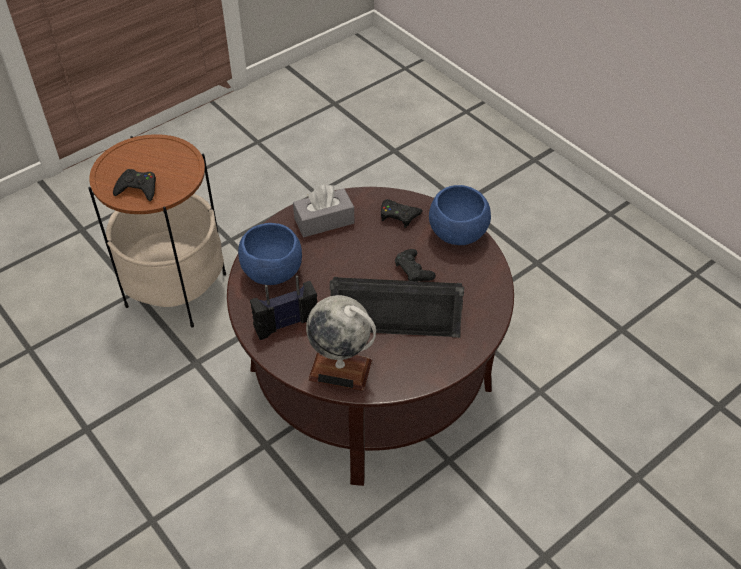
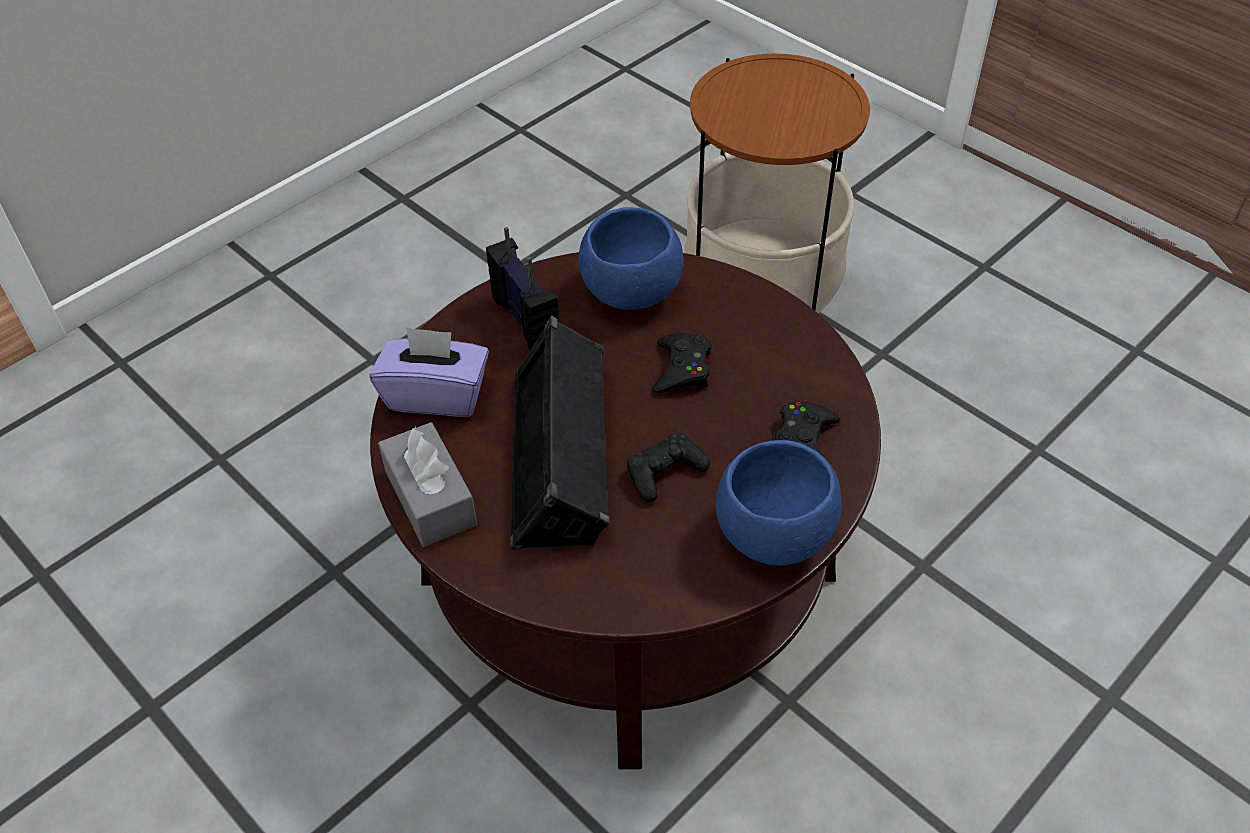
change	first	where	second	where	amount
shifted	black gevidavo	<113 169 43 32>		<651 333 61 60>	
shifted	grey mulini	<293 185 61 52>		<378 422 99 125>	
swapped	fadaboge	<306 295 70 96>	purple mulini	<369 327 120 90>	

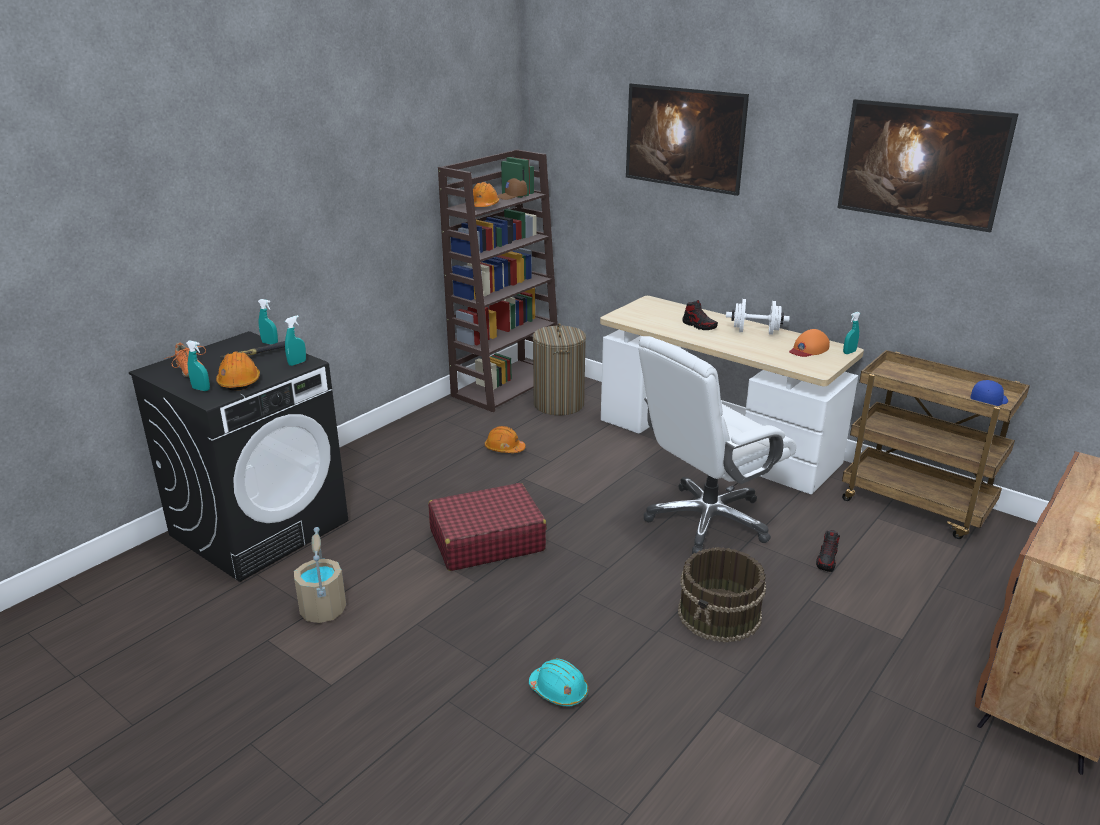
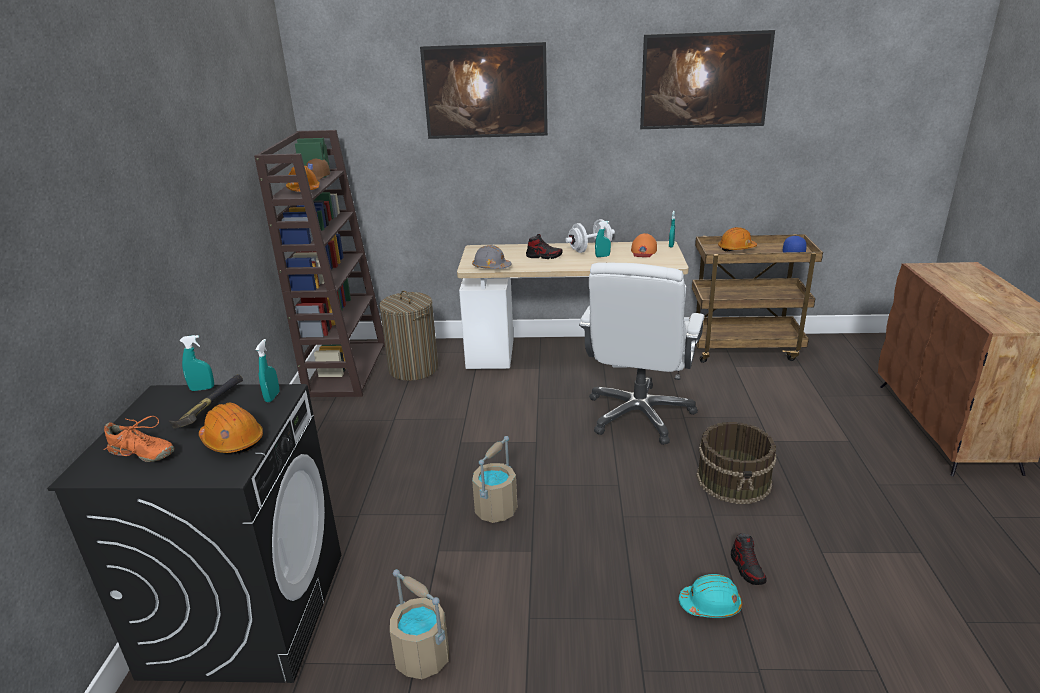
change	first	where	second	where	amount
new			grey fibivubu	<472 245 39 24>	
shifted	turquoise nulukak	<186 340 24 51>		<595 221 16 36>	
shifted	orange fibivubu	<485 426 41 27>		<718 227 39 25>	
shifted	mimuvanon	<816 530 24 42>		<731 533 36 52>	
swapped	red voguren	<428 483 119 88>	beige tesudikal	<472 436 45 87>	

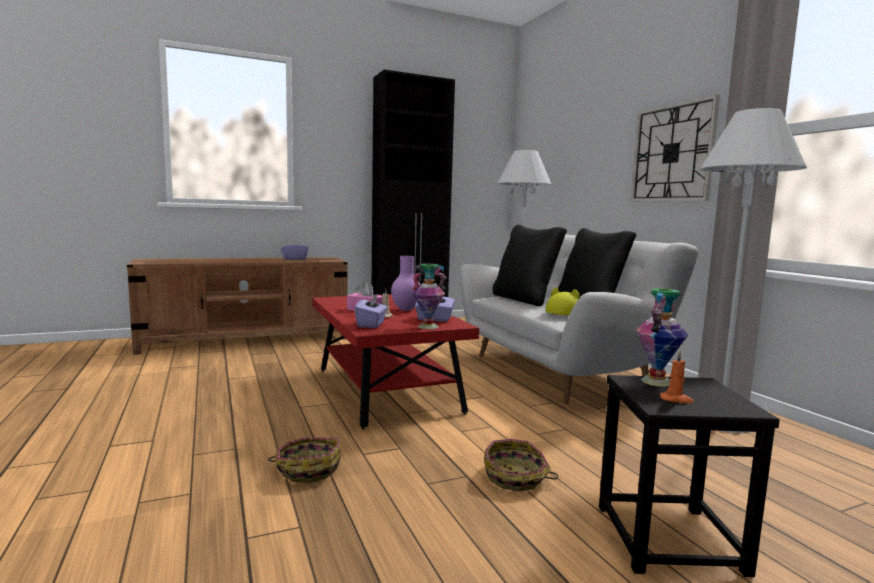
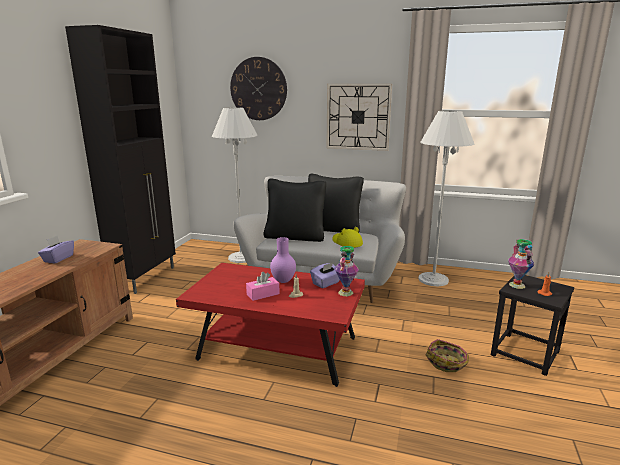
change	first	where	second	where	amount
gone	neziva	<268 437 73 46>			
gone	purple mulini	<355 294 32 34>			
new			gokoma	<230 57 57 63>	

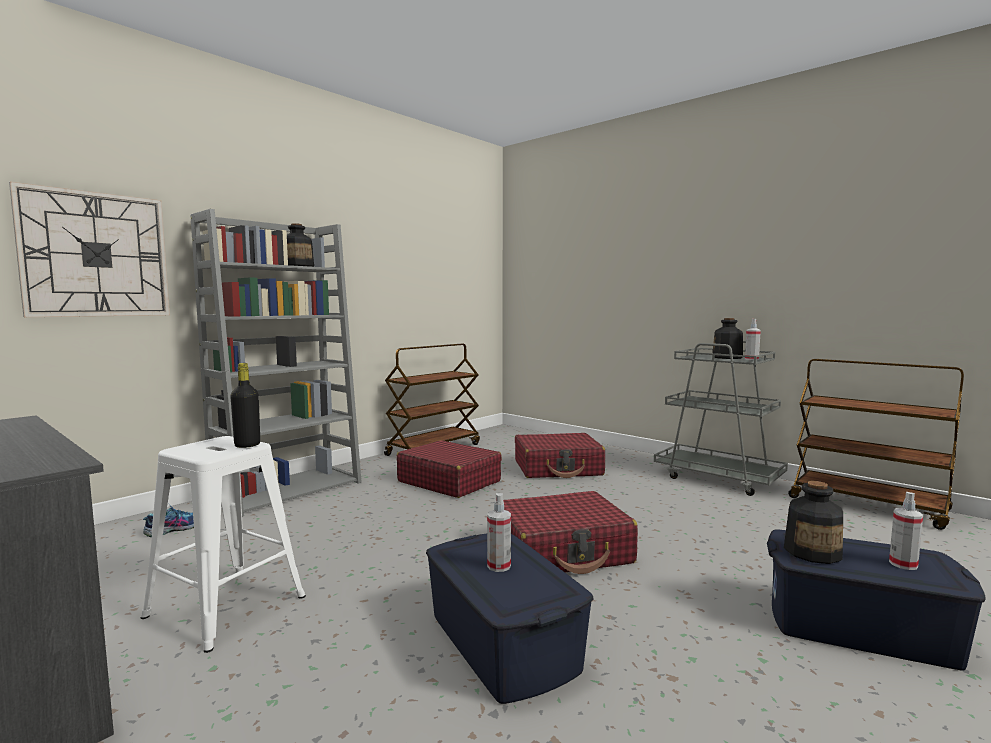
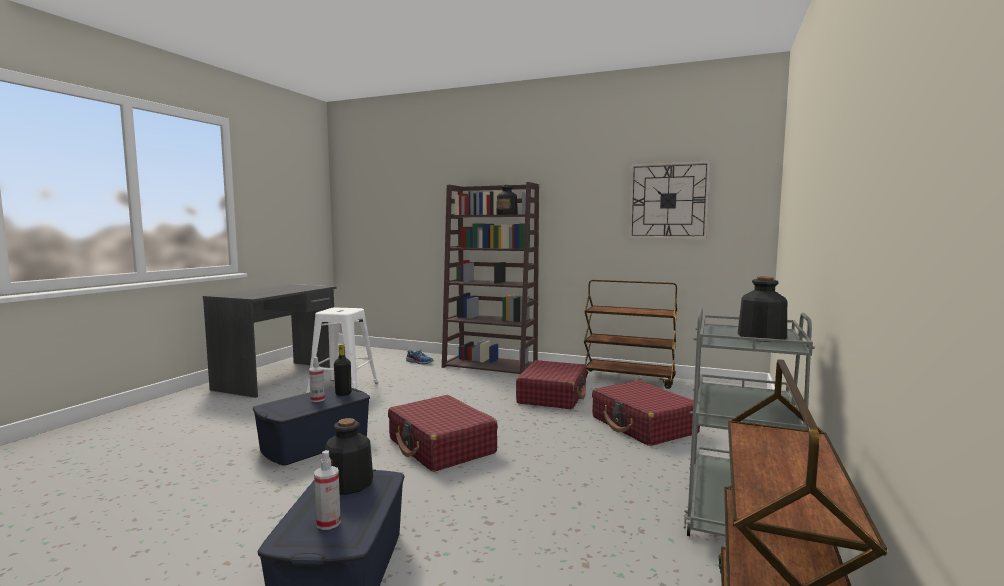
change	first	where	second	where	amount
gone	nulukak	<745 319 16 41>			
shifted	gokoma	<9 182 161 135>		<629 161 81 78>	
shifted	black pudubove	<230 363 30 85>		<334 344 17 52>	
repainted	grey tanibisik	<190 209 172 308>	brown tanibisik	<442 182 97 192>	

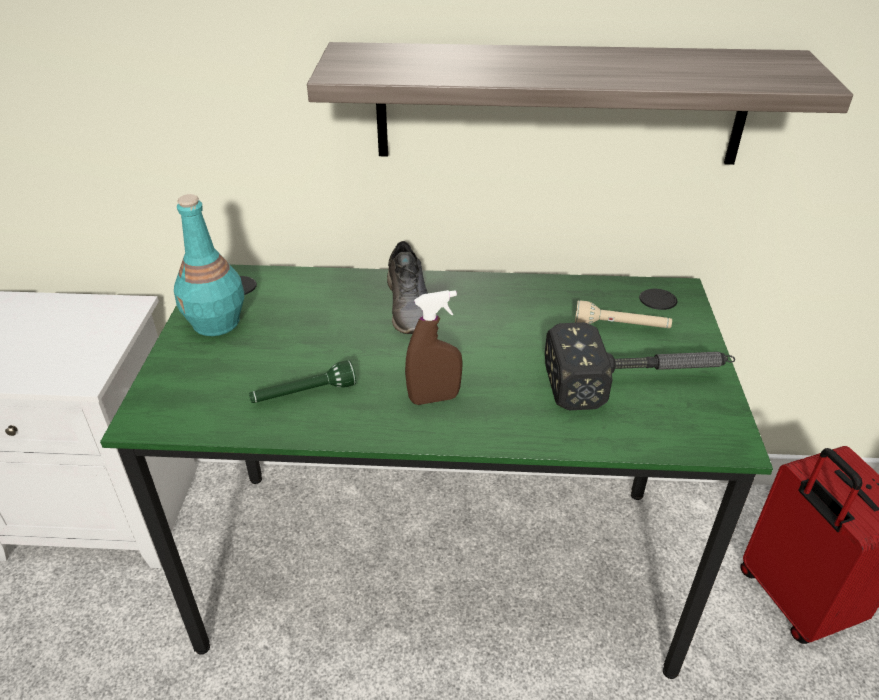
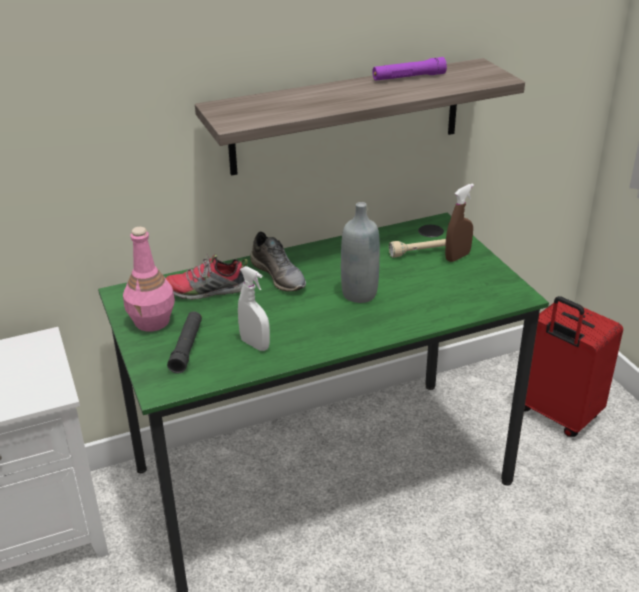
change	first	where	second	where	amount
gone	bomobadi	<545 322 190 88>			
new			mimuvanon	<166 253 82 47>	
new			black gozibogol	<167 311 35 62>	
new			grey pudubove	<341 202 39 101>	
new			purple gozibogol	<372 57 75 24>	
shifted	brown nulukak	<405 290 58 115>		<445 183 29 79>	
swapped	green gozibogol	<249 360 107 43>	white nulukak	<238 266 32 85>	
repainted	turquoise pudubove	<174 194 70 142>	pink pudubove	<123 227 52 105>	

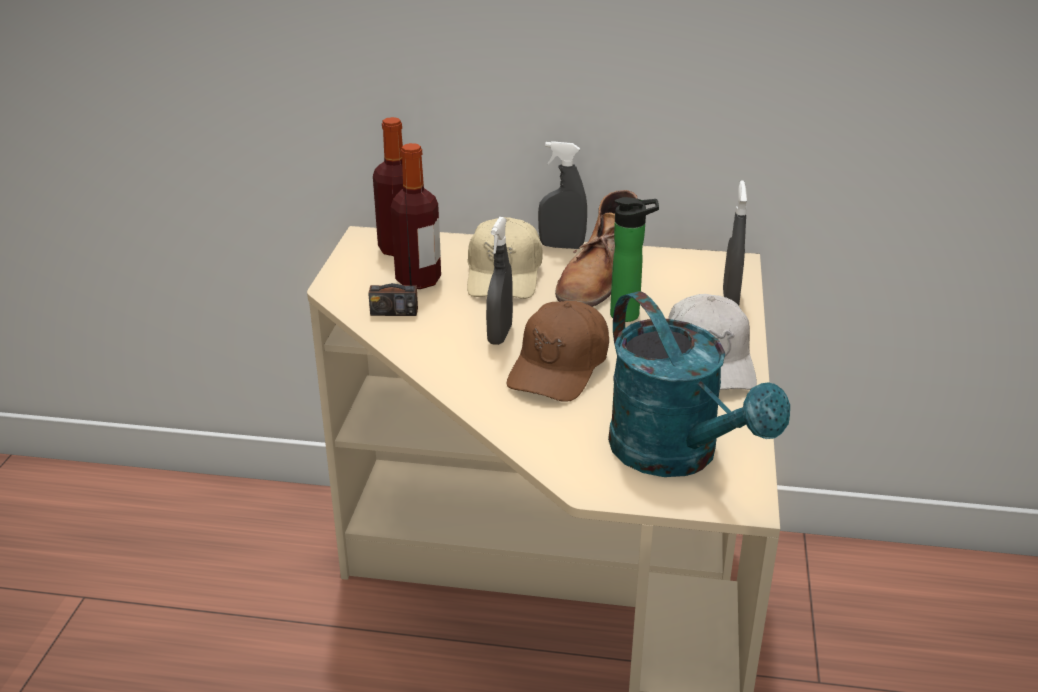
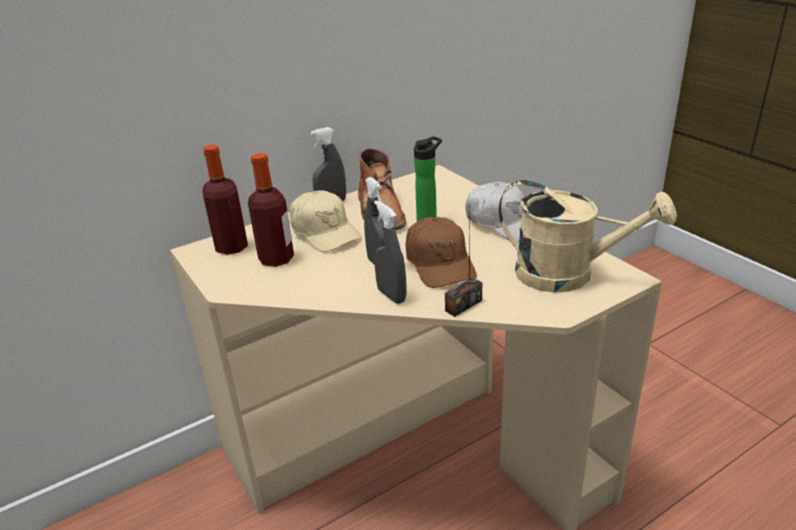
change	first	where	second	where	amount
shifted	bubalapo	<368 194 50 122>		<445 223 37 94>	
shifted	grey nulukak	<723 181 24 124>		<374 200 33 104>	
repainted	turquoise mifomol	<608 291 182 186>	beige mifomol	<498 180 179 113>	

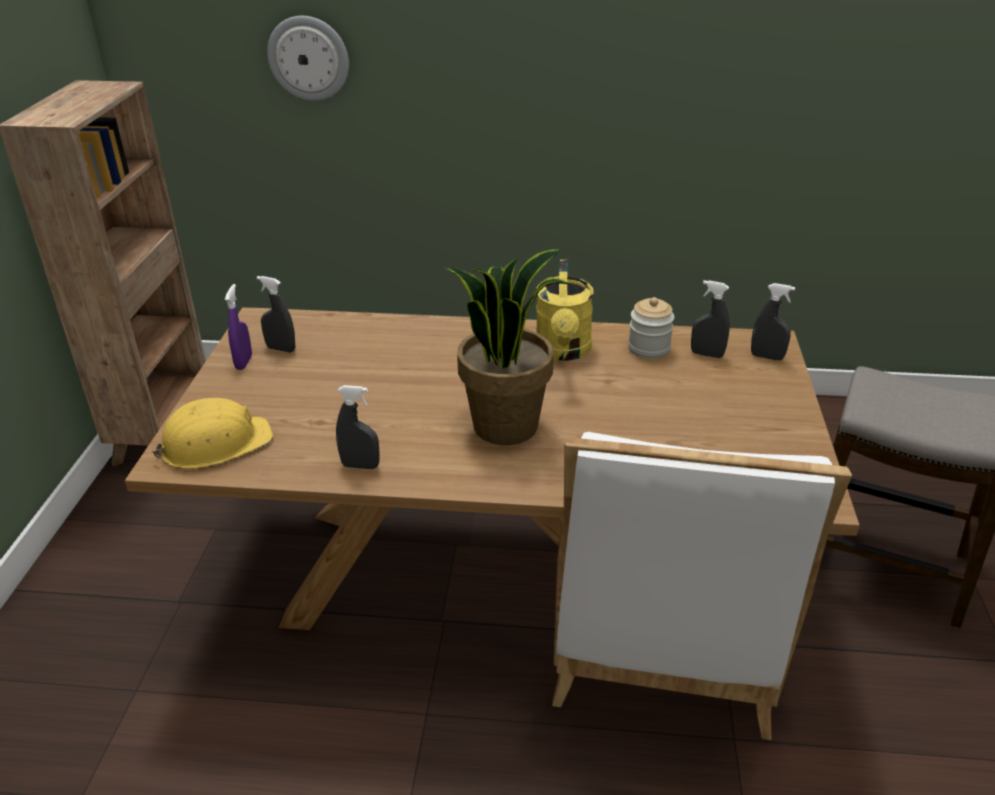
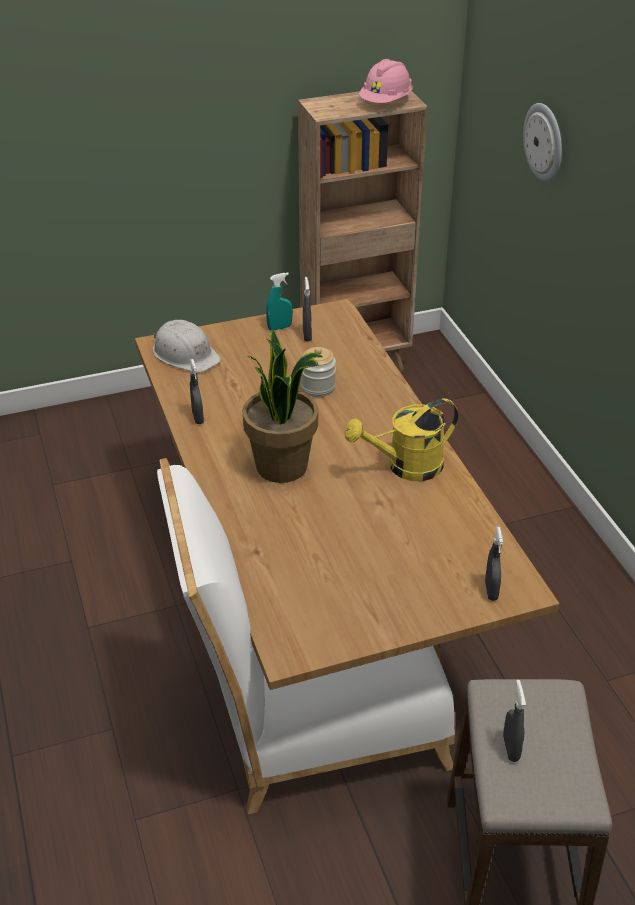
change	first	where	second	where	amount
new			pink fibivubu	<359 59 54 44>	
shifted	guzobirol	<628 297 46 62>		<301 347 35 50>	
shifted	grey nulukak	<691 280 39 78>		<503 680 23 82>	
repainted	yellow fibivubu	<151 398 122 71>	white fibivubu	<153 320 68 53>	
repainted	purple nulukak	<225 284 27 86>	turquoise nulukak	<266 273 27 58>	

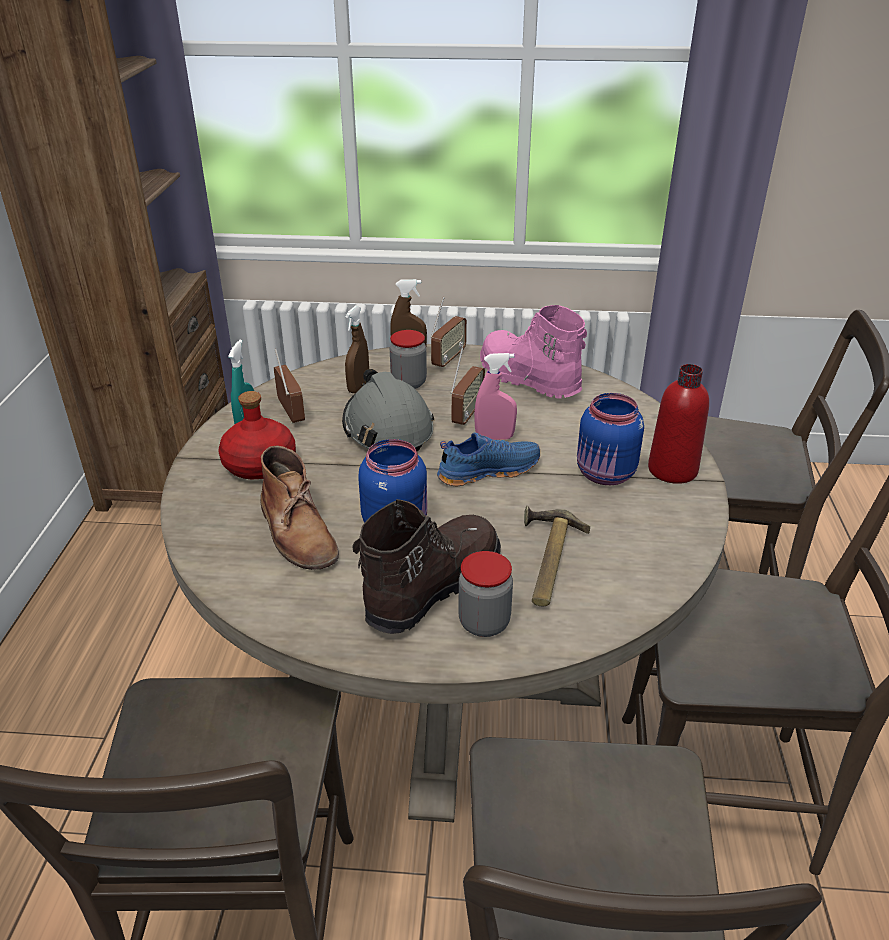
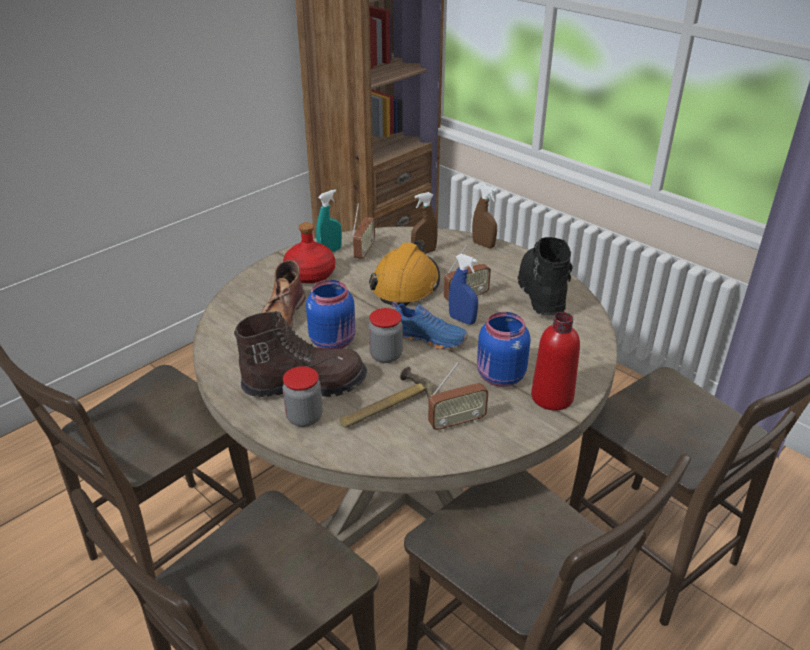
change	first	where	second	where	amount
shifted	guzobirol	<390 330 37 59>		<369 308 34 55>	
shifted	bubalapo	<430 297 37 72>		<428 362 61 70>	
repainted	grey fibivubu	<342 369 92 82>	orange fibivubu	<369 240 71 66>	
repainted	pink nulukak	<474 353 43 87>	blue nulukak	<449 254 29 71>	
repainted	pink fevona	<480 305 107 94>	black fevona	<518 237 54 78>	

